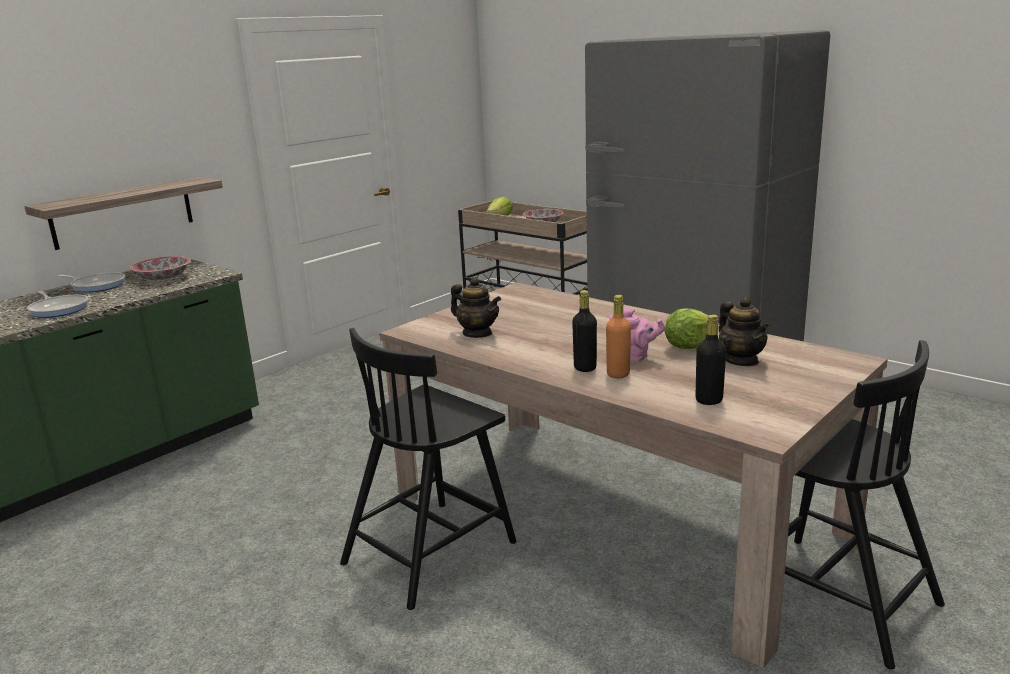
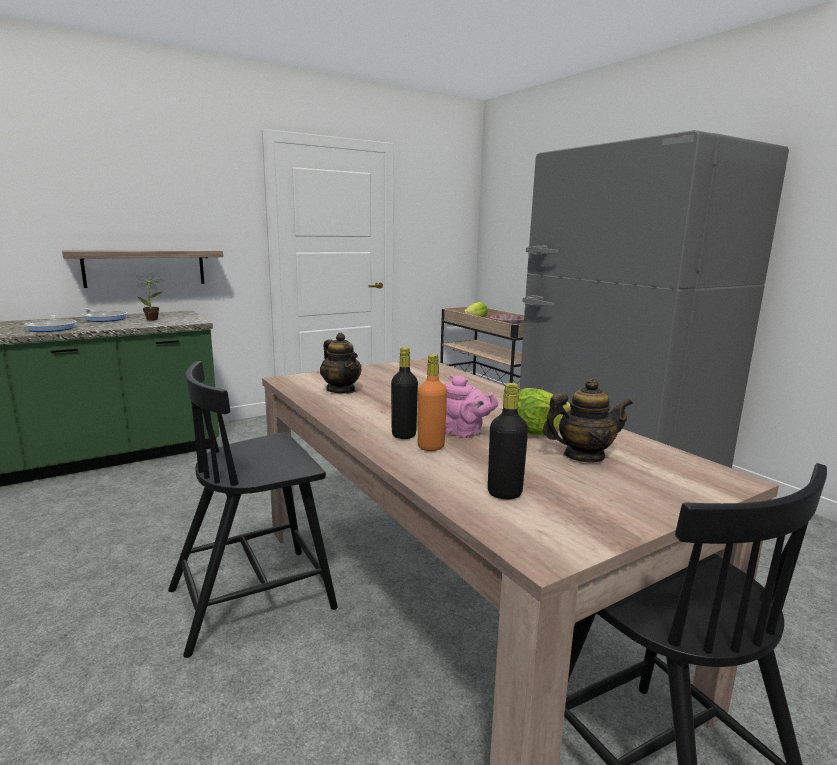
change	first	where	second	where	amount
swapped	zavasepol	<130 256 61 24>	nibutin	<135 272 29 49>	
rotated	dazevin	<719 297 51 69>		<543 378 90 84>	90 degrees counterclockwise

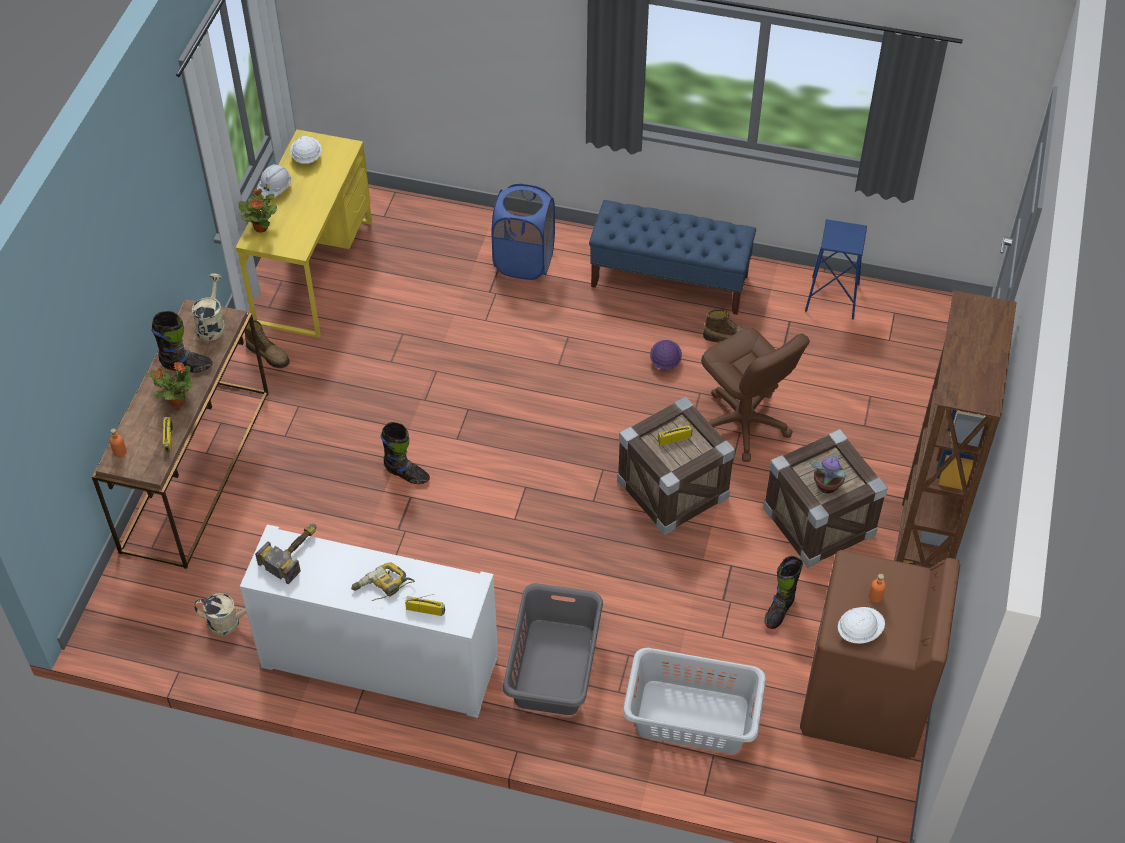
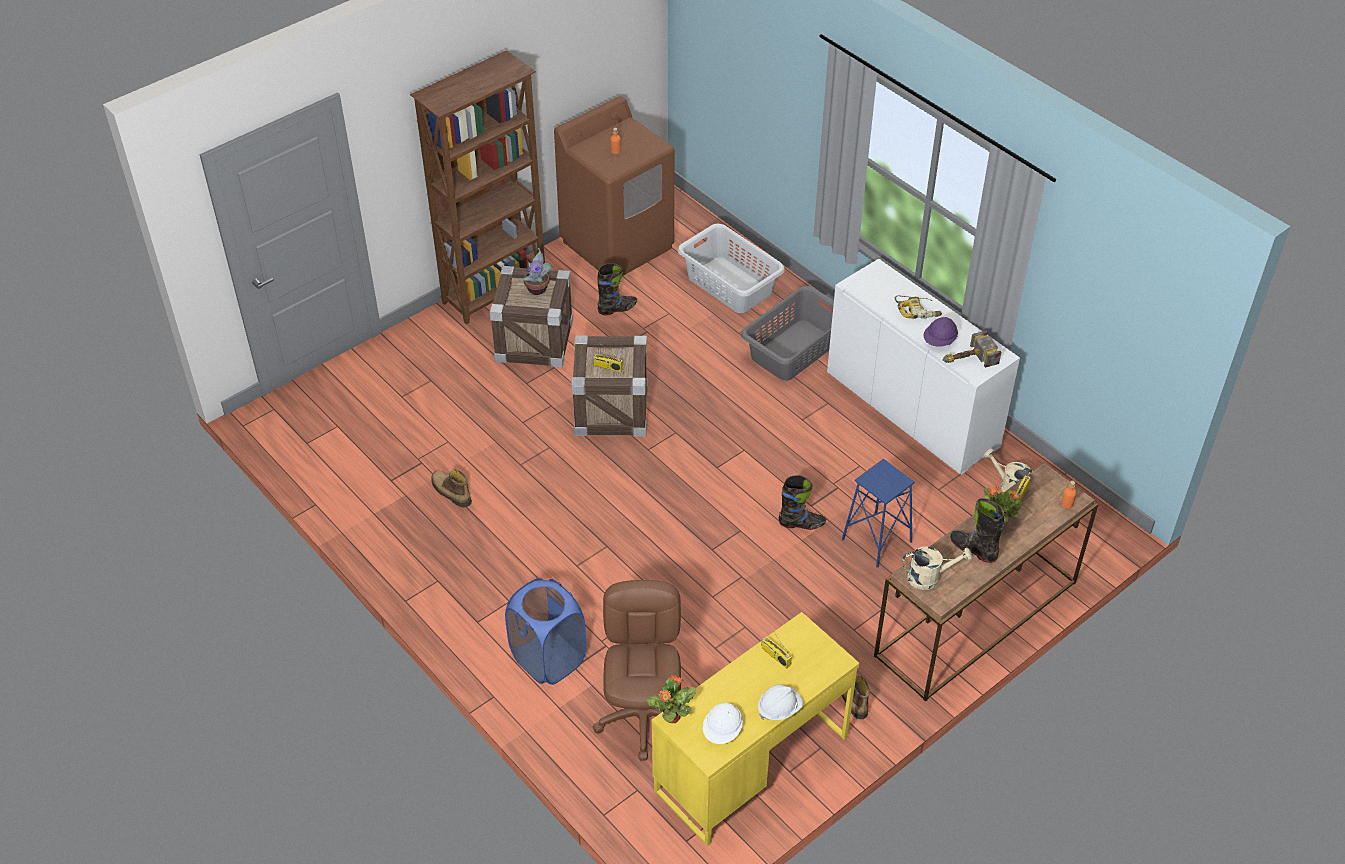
change	first	where	second	where	amount
gone	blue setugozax	<589 200 167 115>			
gone	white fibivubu	<838 607 47 37>			
shifted	nibutin	<238 189 39 44>		<646 675 50 48>	
shifted	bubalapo	<405 594 40 22>		<761 627 31 42>	
shifted	purple fibivubu	<650 340 32 30>		<924 317 34 30>	
shifted	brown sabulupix	<701 328 109 134>		<593 580 88 180>	
shifted	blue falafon	<805 219 62 101>		<842 459 73 109>	
rotated	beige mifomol	<192 273 33 68>		<902 547 71 43>	135 degrees counterclockwise
rotated	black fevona	<380 422 50 62>		<778 475 48 55>	120 degrees clockwise

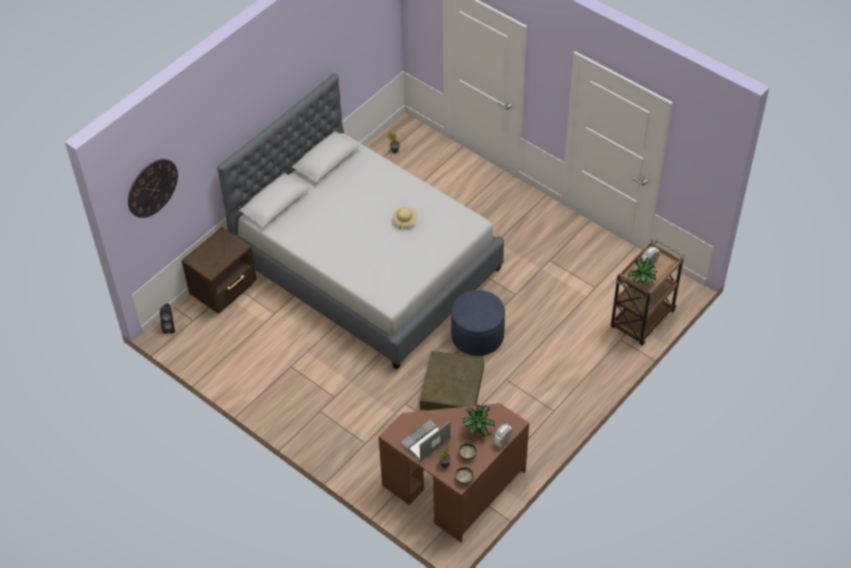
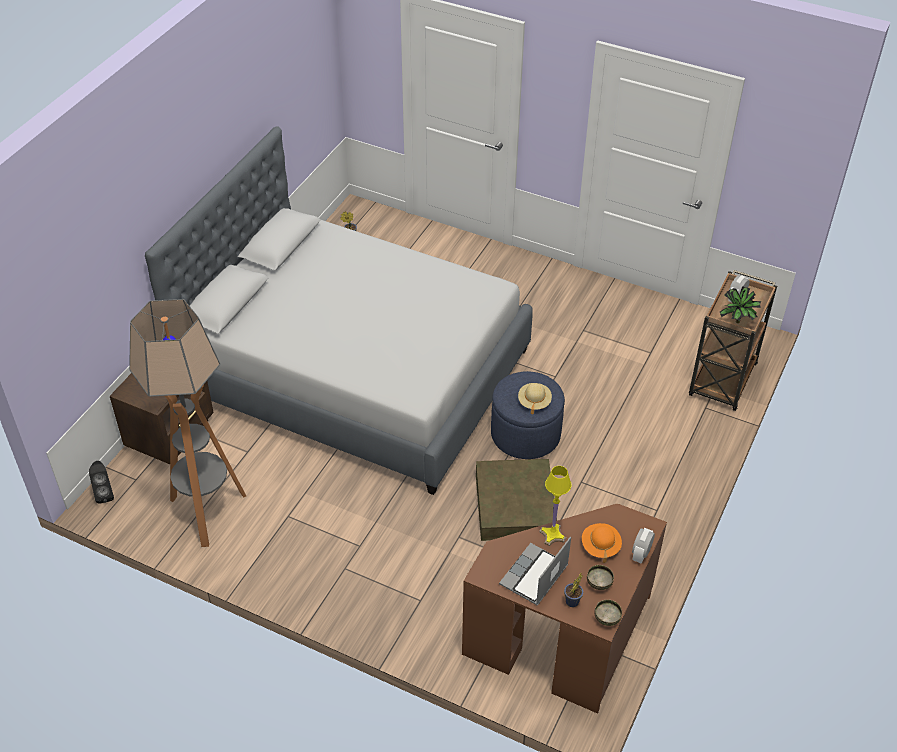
change	first	where	second	where	amount
gone	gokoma	<128 159 50 59>			
new			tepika	<129 299 117 248>	
new			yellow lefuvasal	<539 466 32 80>	
shifted	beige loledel	<393 207 24 23>		<518 383 34 32>	
swapped	nibutin	<463 404 32 33>	orange loledel	<582 523 40 40>	

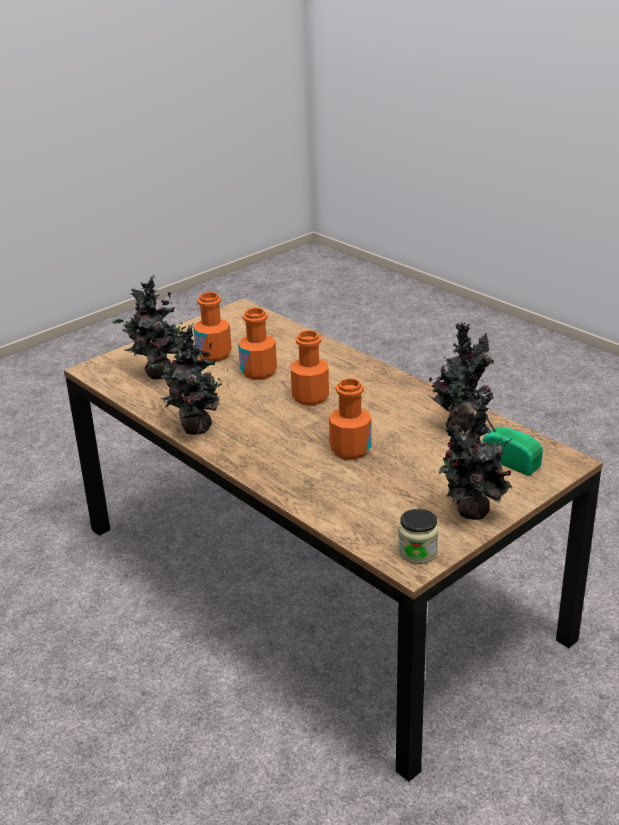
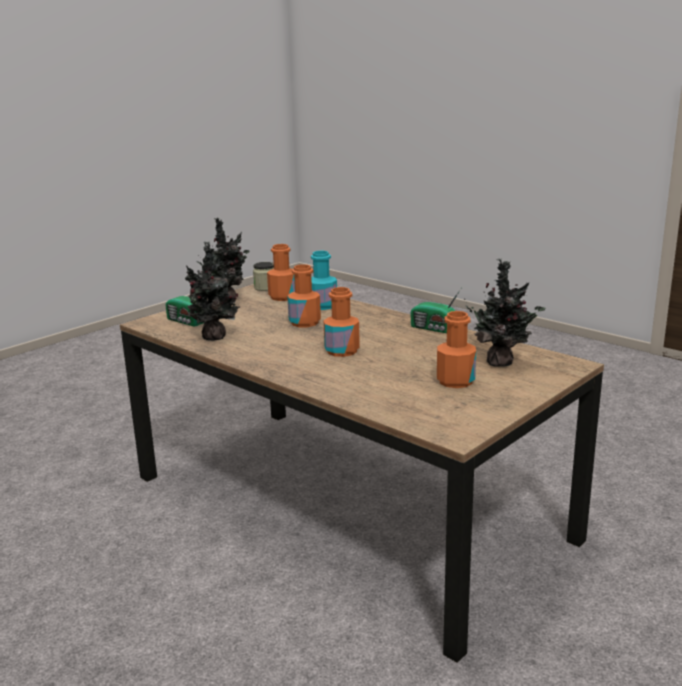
change	first	where	second	where	amount
new			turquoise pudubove	<311 251 26 59>	
shifted	orange pudubove	<238 308 39 72>		<267 244 28 57>	
swapped	nibutin	<151 323 77 112>	bubalapo	<410 287 52 46>	

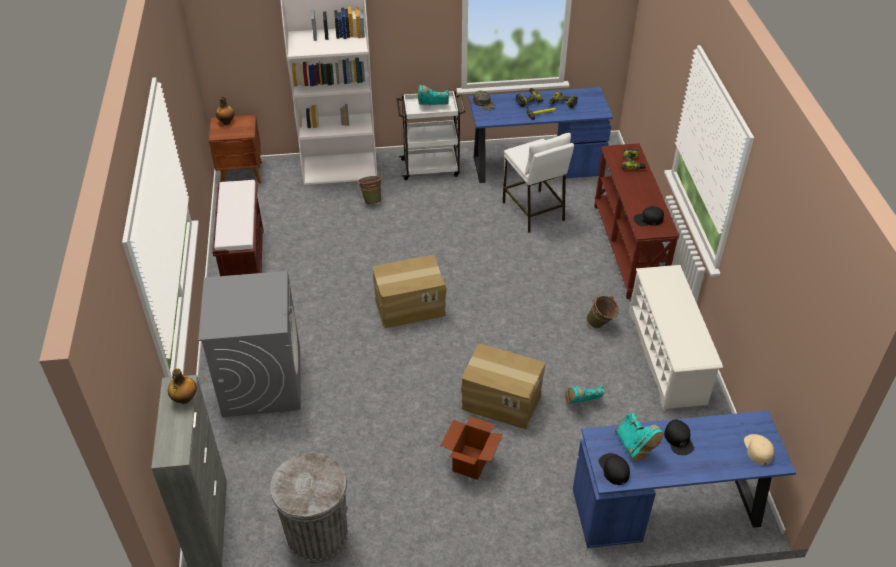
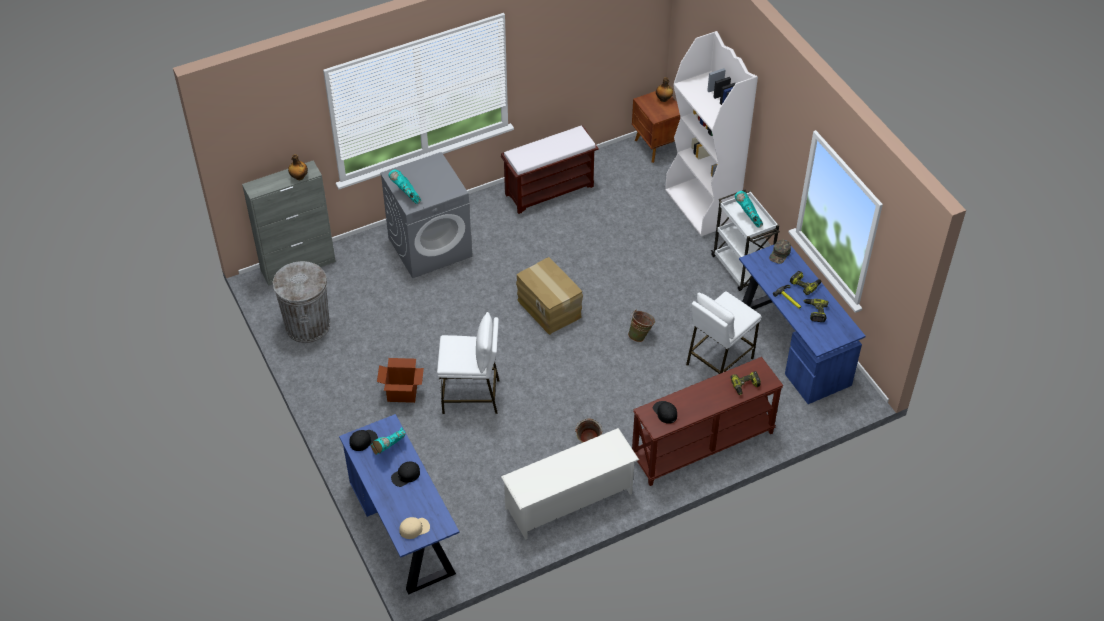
change	first	where	second	where	amount
shifted	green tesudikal	<357 176 25 28>		<628 310 27 32>	
shifted	turquoise fevona	<565 386 40 18>		<388 170 33 34>	
swapped	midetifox	<461 344 84 85>	white falafon	<437 312 62 102>	

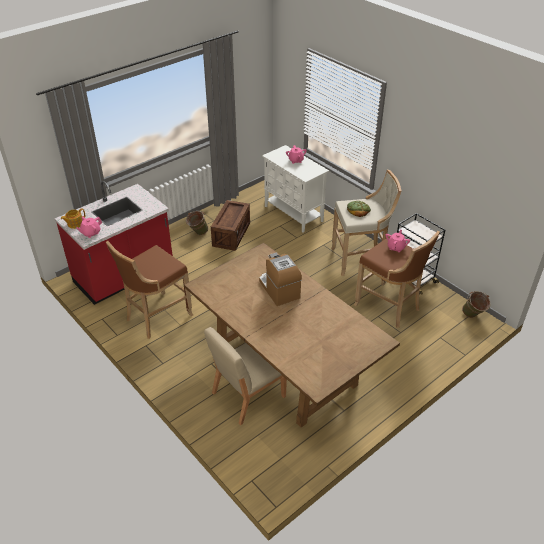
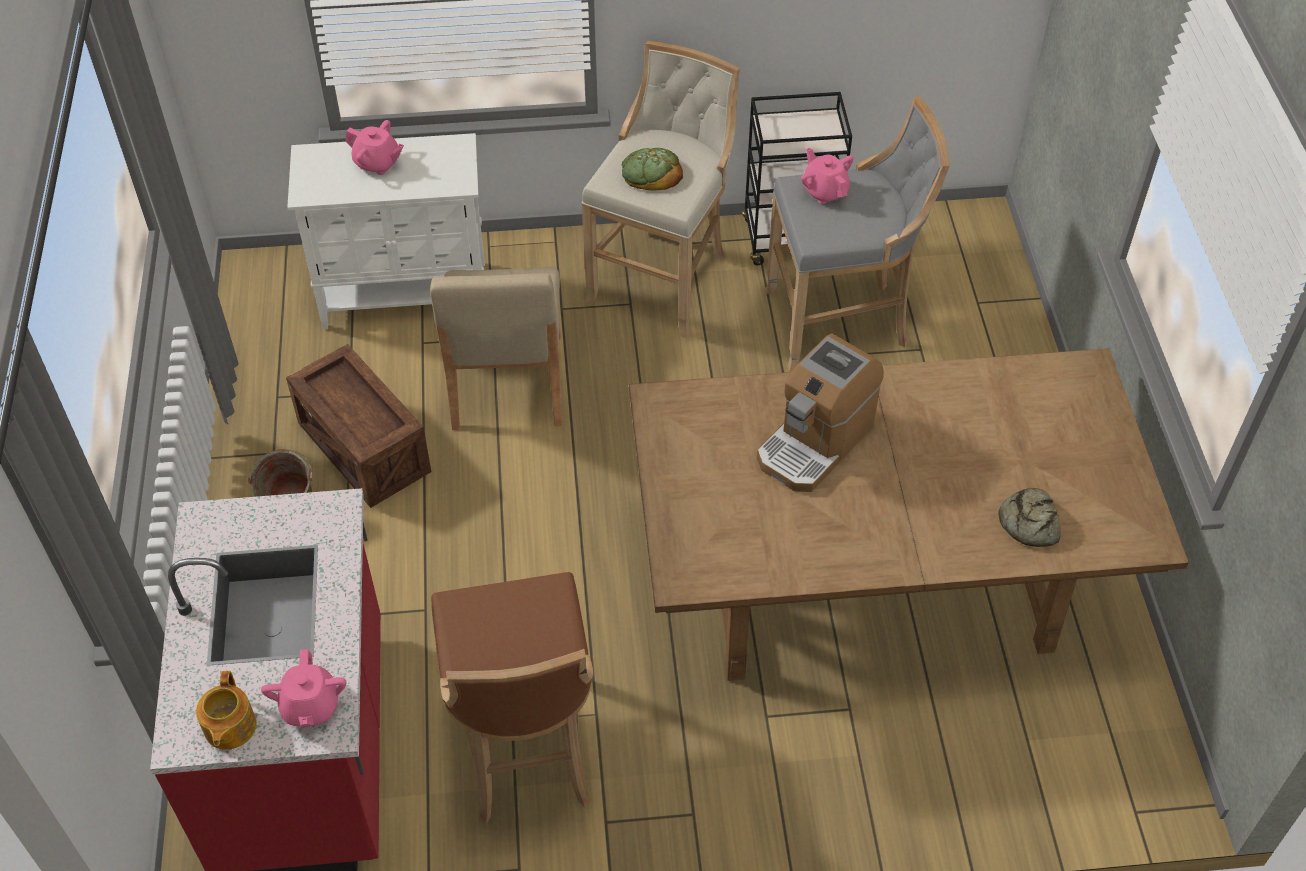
change	first	where	second	where	amount
gone	green tesudikal	<462 291 29 27>			
new			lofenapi	<998 488 63 59>	
shifted	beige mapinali	<204 327 83 98>		<430 267 132 163>	
repainted	brown falafon	<354 231 86 97>	grey falafon	<765 97 185 275>	
rotated	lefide	<259 253 43 53>		<757 333 127 159>	60 degrees counterclockwise

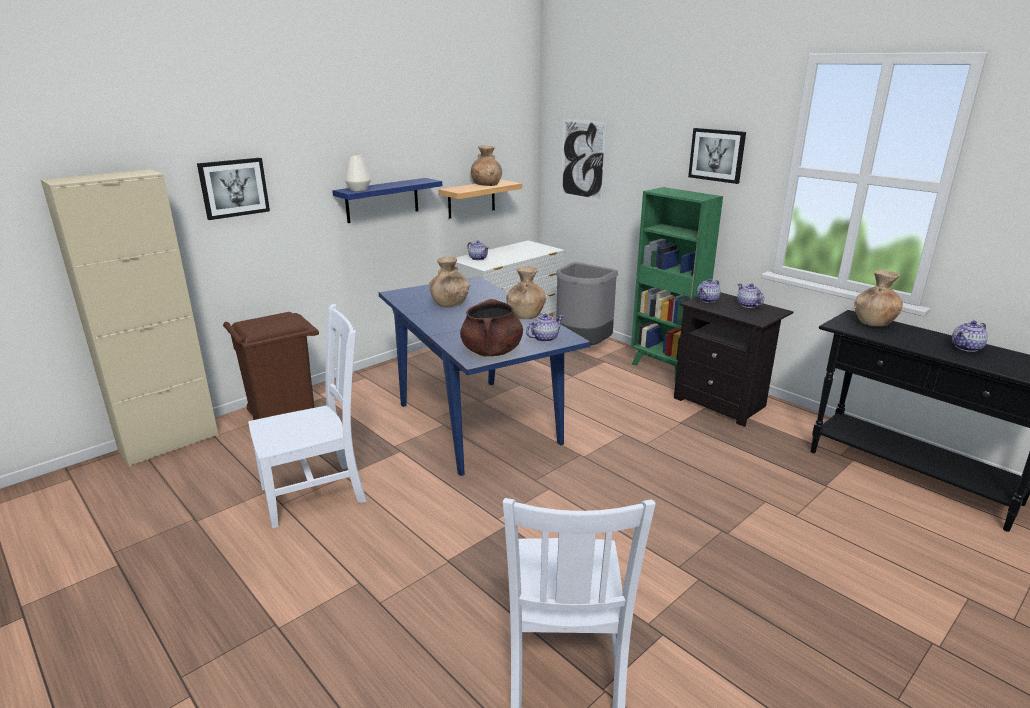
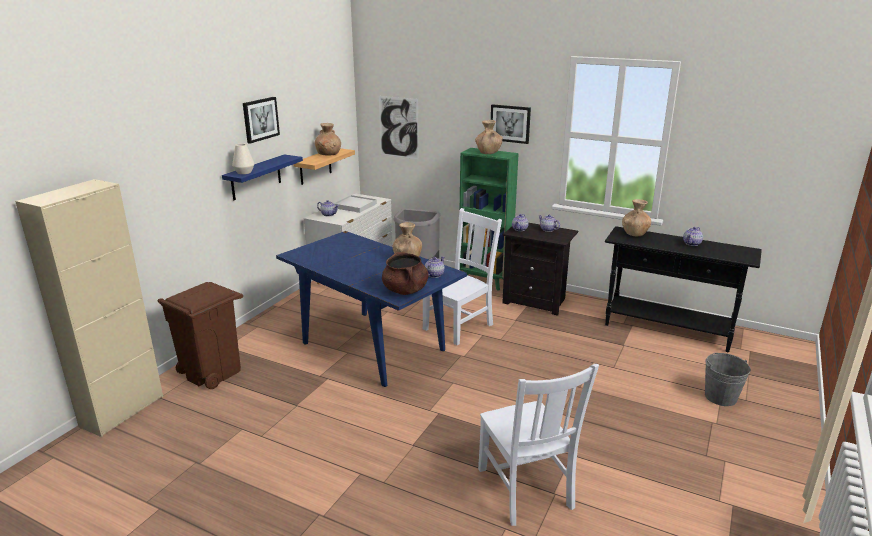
change	first	where	second	where	amount
new			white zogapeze	<333 195 44 18>	
new			grey tesudikal	<705 353 46 53>	
shifted	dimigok	<197 158 73 62>		<243 97 37 47>	
shifted	white mapinali	<248 304 119 224>		<423 208 79 138>	
shifted	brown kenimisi	<430 256 40 51>		<475 120 28 34>	

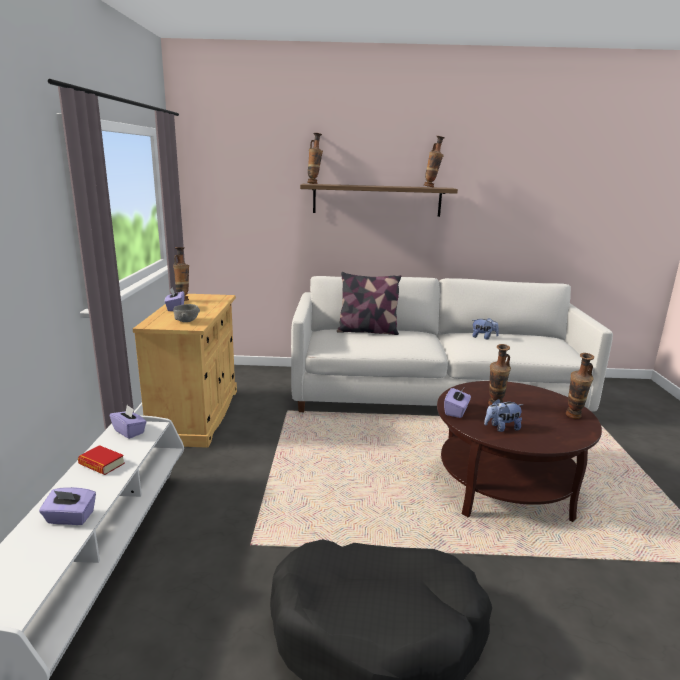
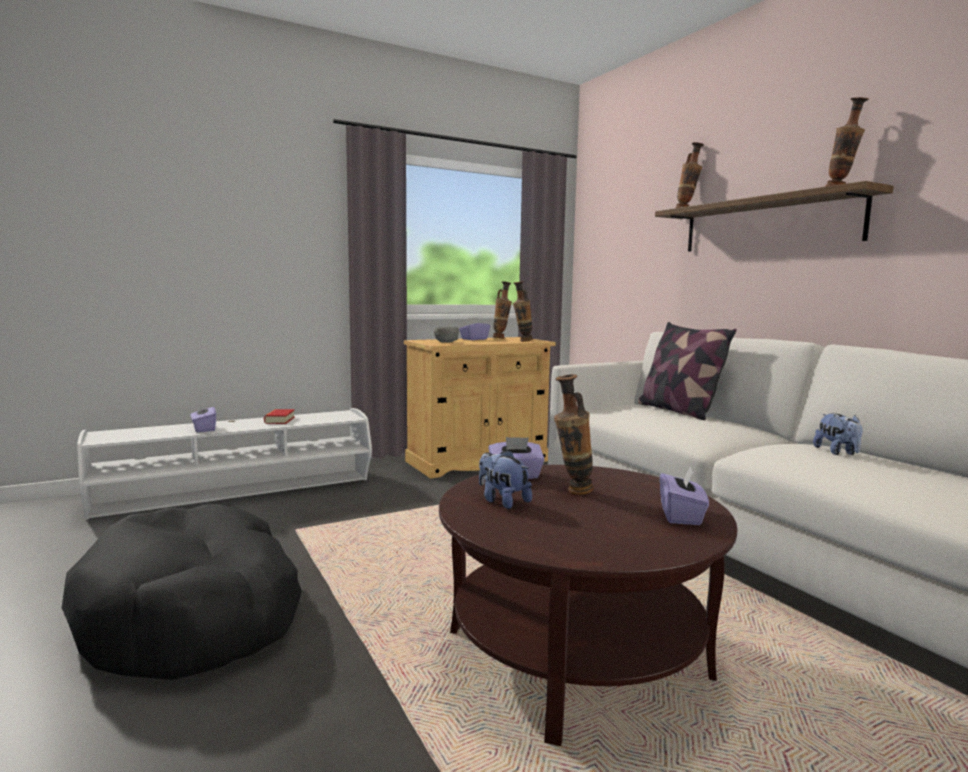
change	first	where	second	where	amount
shifted	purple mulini	<110 405 37 34>		<660 465 49 60>	
shifted	kenimisi	<566 353 28 66>		<513 281 20 61>	

